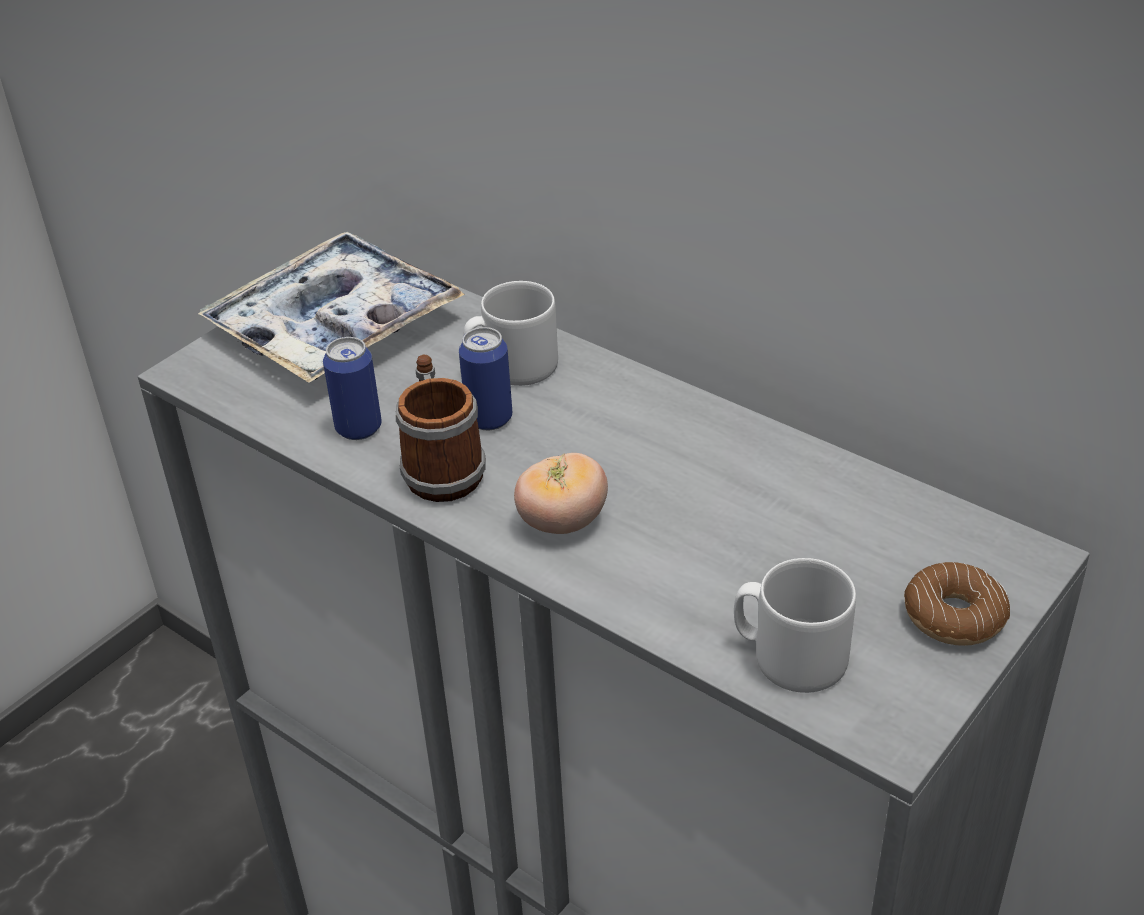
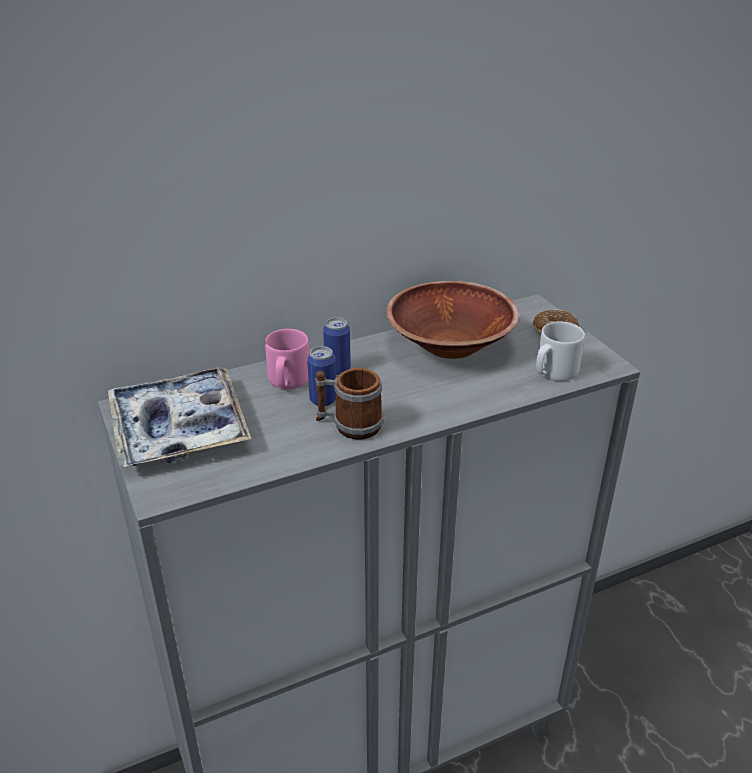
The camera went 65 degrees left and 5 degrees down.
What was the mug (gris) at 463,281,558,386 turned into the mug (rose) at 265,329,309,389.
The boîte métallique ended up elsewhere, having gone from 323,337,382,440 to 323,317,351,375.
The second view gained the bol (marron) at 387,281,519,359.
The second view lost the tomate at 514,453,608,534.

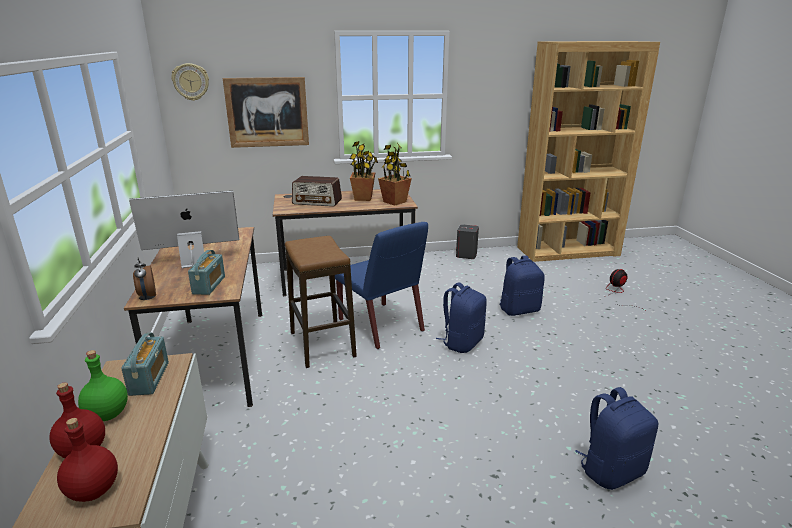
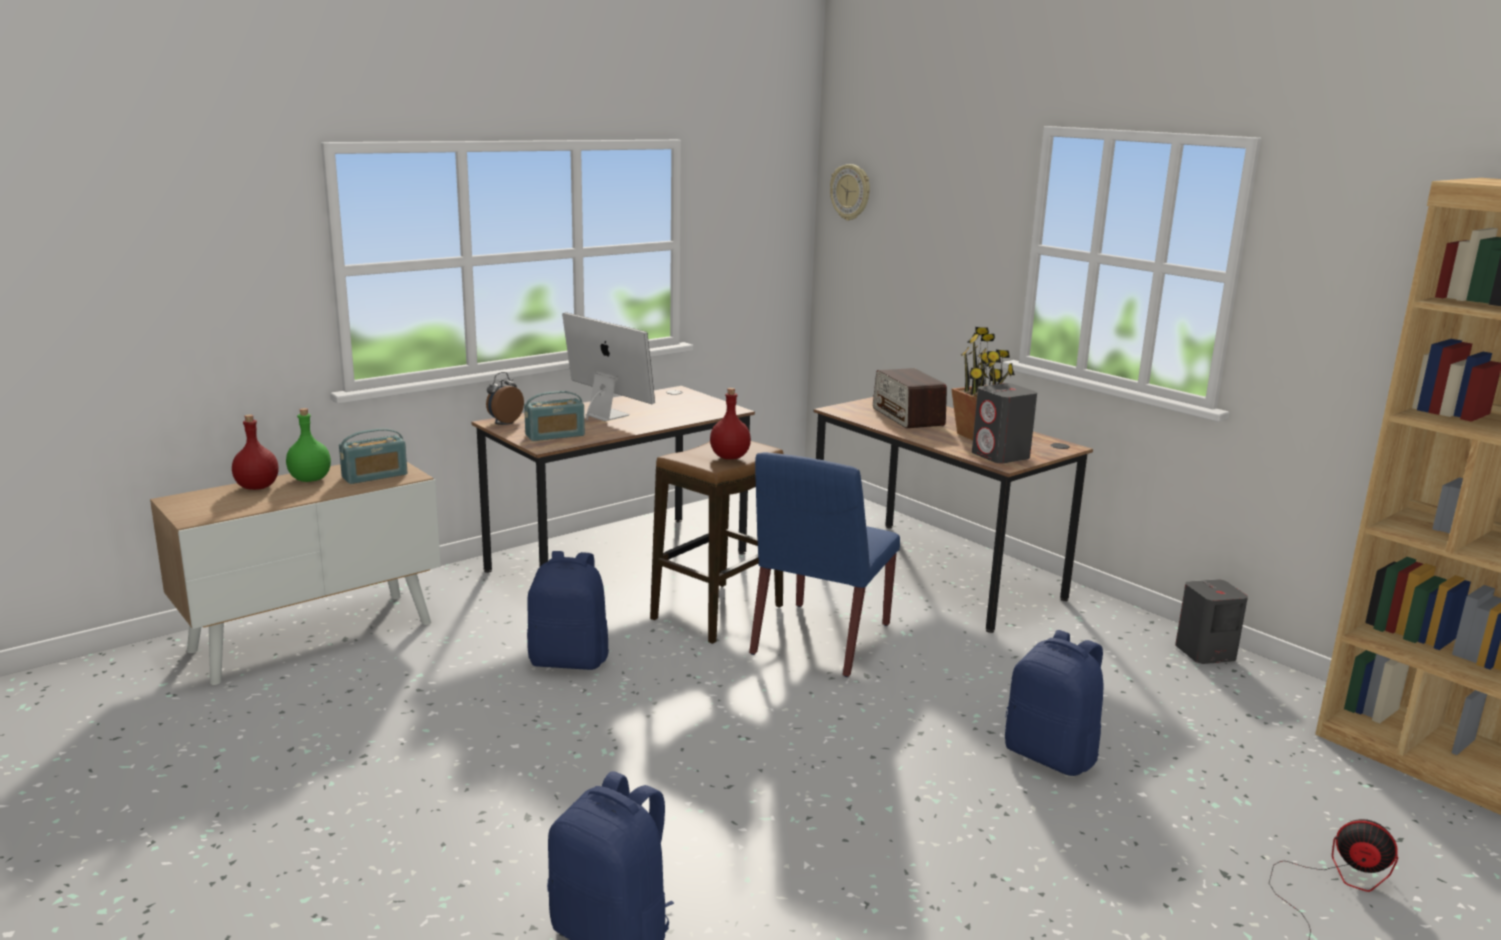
The camera went 60 degrees right and 5 degrees down.
The sac à dos (bleu) ended up elsewhere, having gone from 436,282,487,353 to 527,551,609,670.
The bouteille (rouge) ended up elsewhere, having gone from 57,418,118,502 to 710,388,751,459.
Where the plante en pot stood at 378,143,412,205, the enceinte (gris) came to stand at 972,383,1037,464.
The second view lost the tableau at 223,77,309,148.

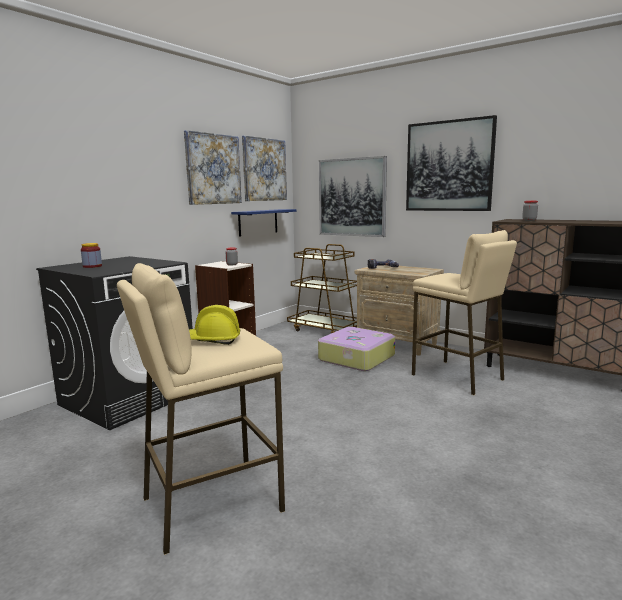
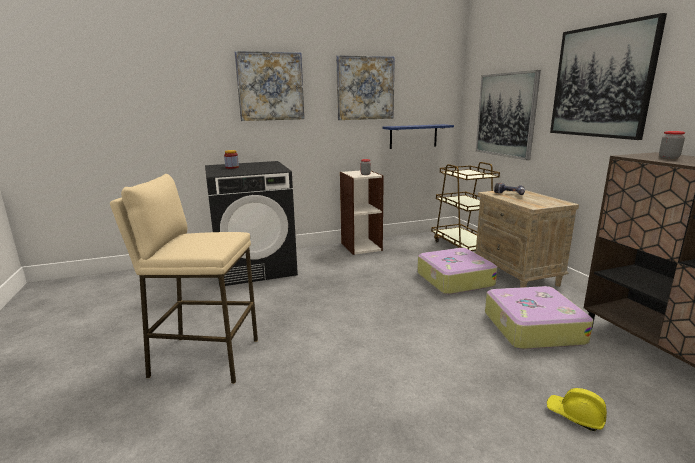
The camera went 35 degrees right and 5 degrees up.
The tableau ended up elsewhere, having gone from 242,136,287,201 to 235,51,304,121.
Where the tabouret (beige) stood at 412,230,517,395, the valise came to stand at 485,286,593,349.
The casque de chantier (jaune) ended up elsewhere, having gone from 189,305,240,345 to 547,388,607,431.

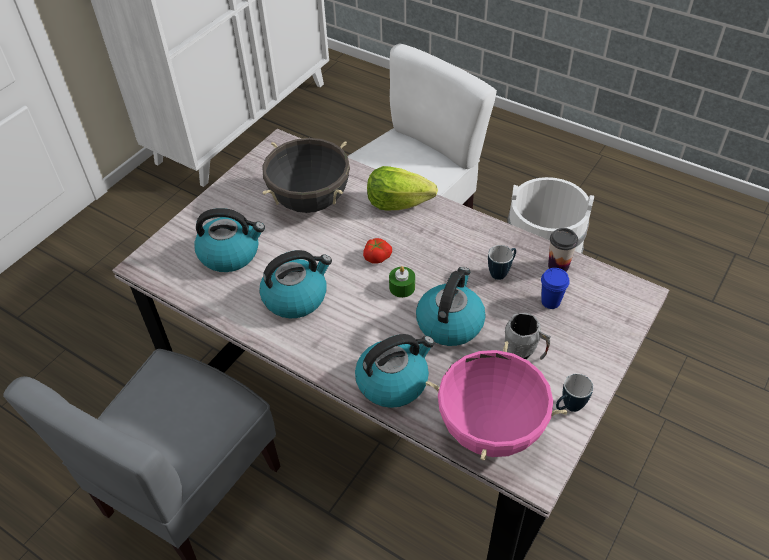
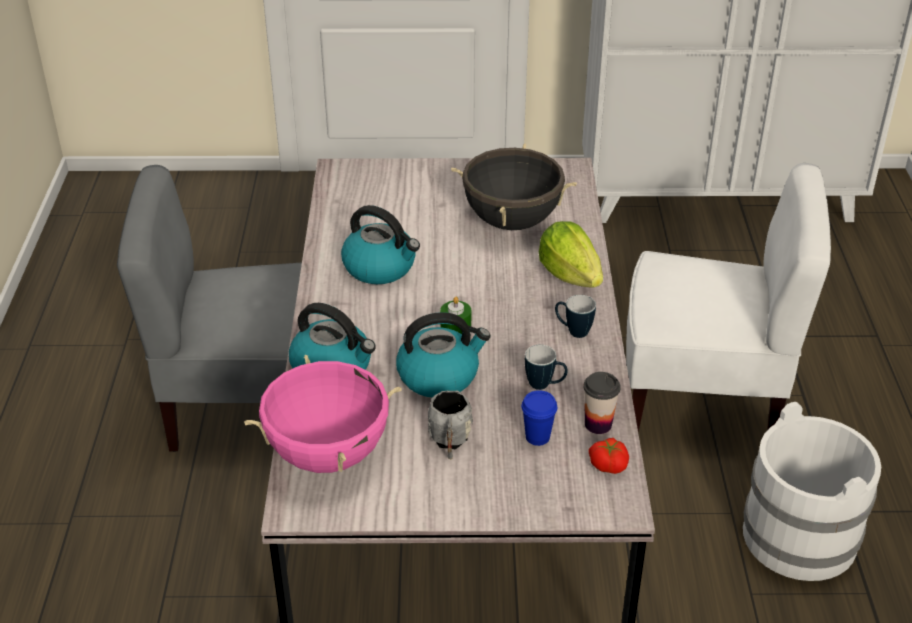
The camera went 55 degrees right and 10 degrees down.
The mug ended up elsewhere, having gone from 556,374,593,412 to 555,295,596,338.
The tomate ended up elsewhere, having gone from 363,238,392,264 to 588,438,629,474.
The second view lost the bouilloire at 194,208,265,272.

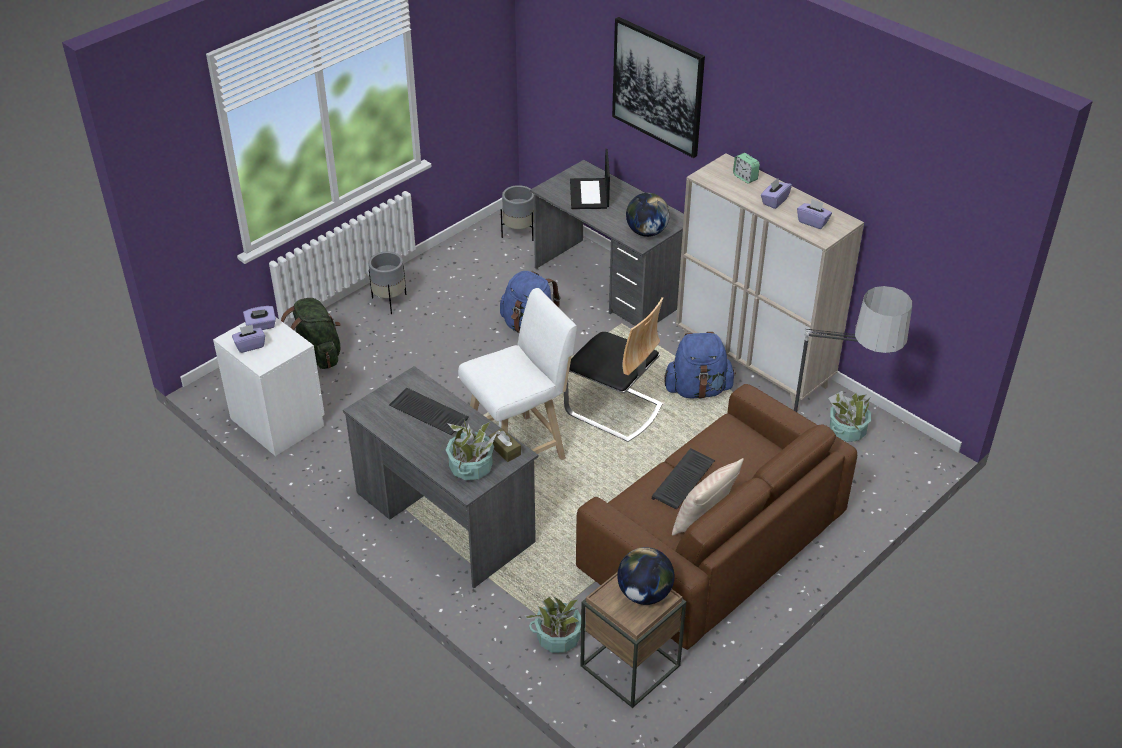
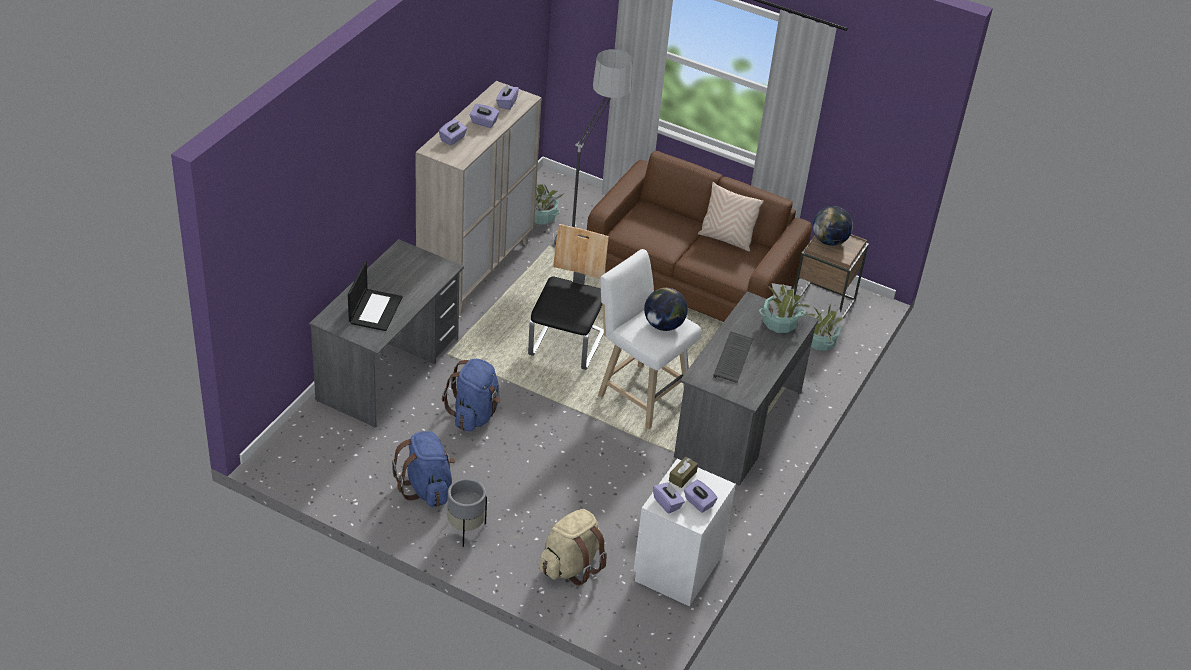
The camera went 110 degrees left and 0 degrees up.
The ordinateur portable at 570,149,610,209 ended up facing another way, 60 degrees counterclockwise from before.
The sac à dos (bleu) ended up elsewhere, having gone from 664,332,736,399 to 392,431,455,507.
Where the réveil stood at 733,153,760,183, the boîte à mouchoirs (violet) came to stand at 439,119,467,145.
What was the sac à dos (vert) at 281,298,341,369 turned into the sac à dos (beige) at 540,509,607,586.
The globe ended up elsewhere, having gone from 626,193,670,237 to 644,288,688,331.
The boîte à mouchoirs (marron) ended up elsewhere, having gone from 489,428,521,462 to 669,457,698,488.
The second view lost the cache-pot (gris) at 501,185,534,241.
The second view lost the tableau at 612,17,705,158.
The second view lost the clavier at 652,448,715,510.

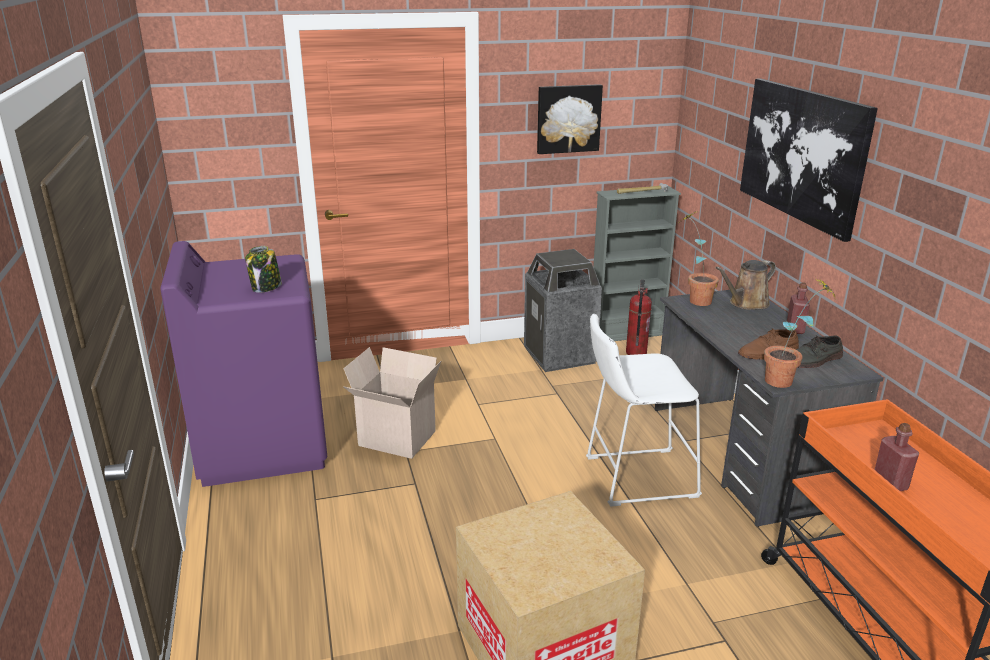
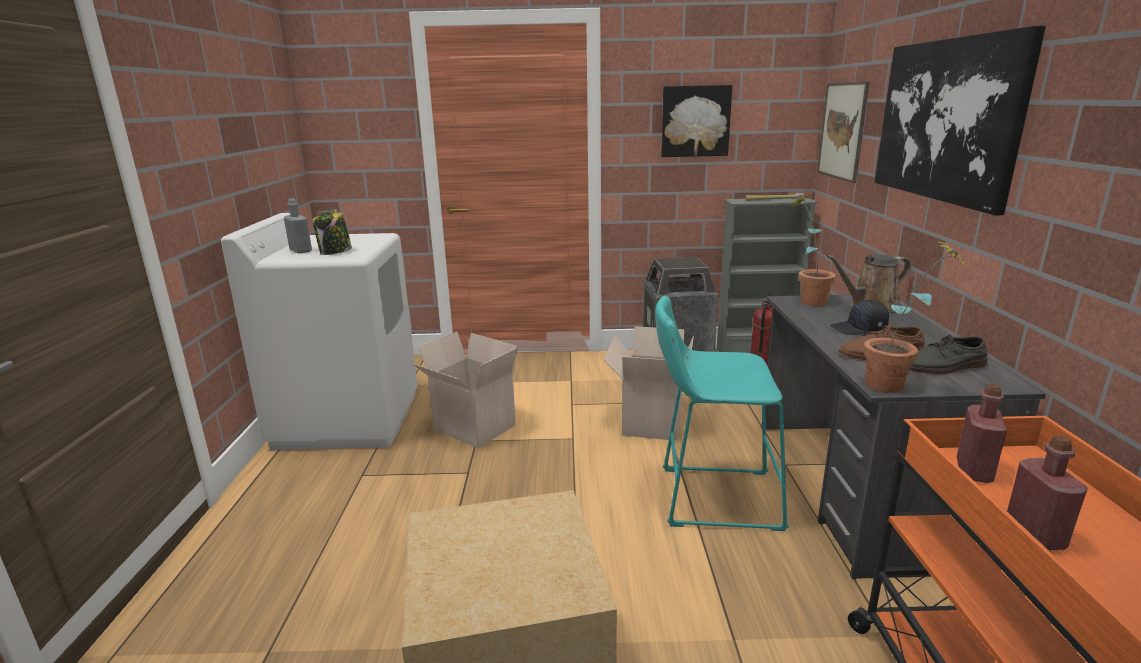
The camera went 15 degrees right and 5 degrees down.
What was the lave-linge (violet) at 160,241,327,487 turned into the lave-linge (blanc) at 221,213,418,450.
The second view gained the bouteille (gris) at 284,198,312,253.
The second view gained the carton at 604,326,694,441.
What was the tabouret (blanc) at 586,314,702,507 turned into the tabouret (turquoise) at 655,296,789,531.
The second view gained the tableau at 817,81,870,183.
The second view gained the casquette (noir) at 830,300,889,335.
The bouteille (rouge) ended up elsewhere, having gone from 787,282,810,334 to 957,383,1007,483.

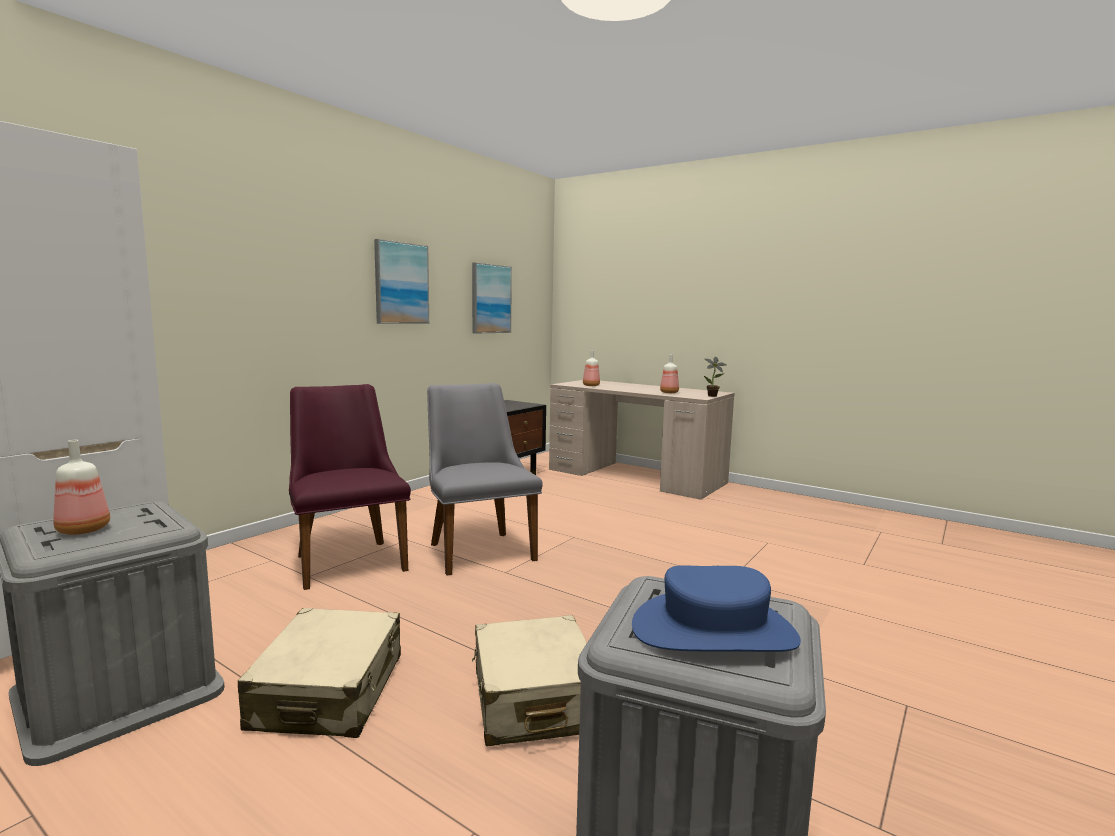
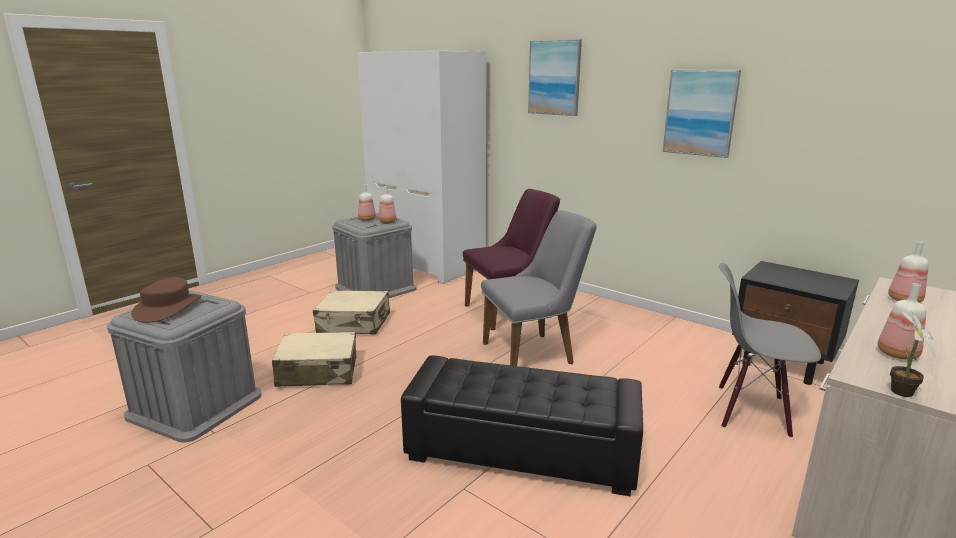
The camera went 95 degrees right and 10 degrees up.
What was the chapeau (bleu) at 632,565,801,652 turned into the chapeau (marron) at 131,277,201,323.
The second view gained the bouteille at 379,186,396,223.
The second view gained the pouf (noir) at 401,356,643,496.
The tableau ended up elsewhere, having gone from 472,262,512,333 to 528,39,582,116.
The second view gained the chaise (gris) at 719,263,821,438.

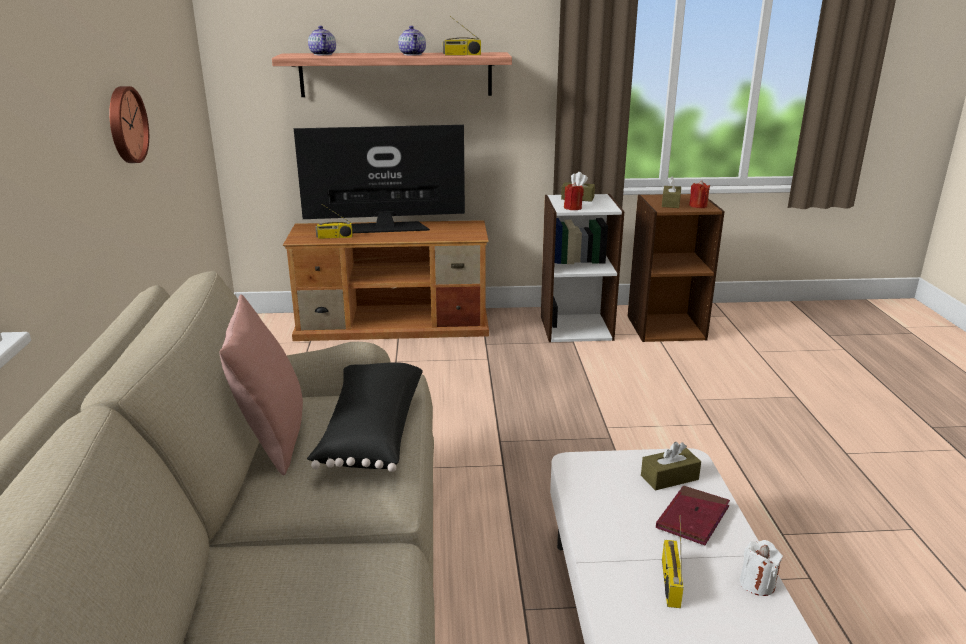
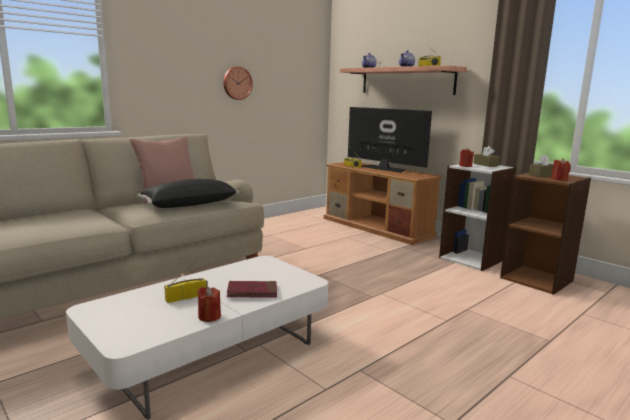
The camera went 50 degrees right and 10 degrees down.
What was the bougie (blanc) at 740,540,783,596 turned into the bougie (rouge) at 197,287,221,322.
The second view lost the boîte à mouchoirs (marron) at 641,442,701,490.

